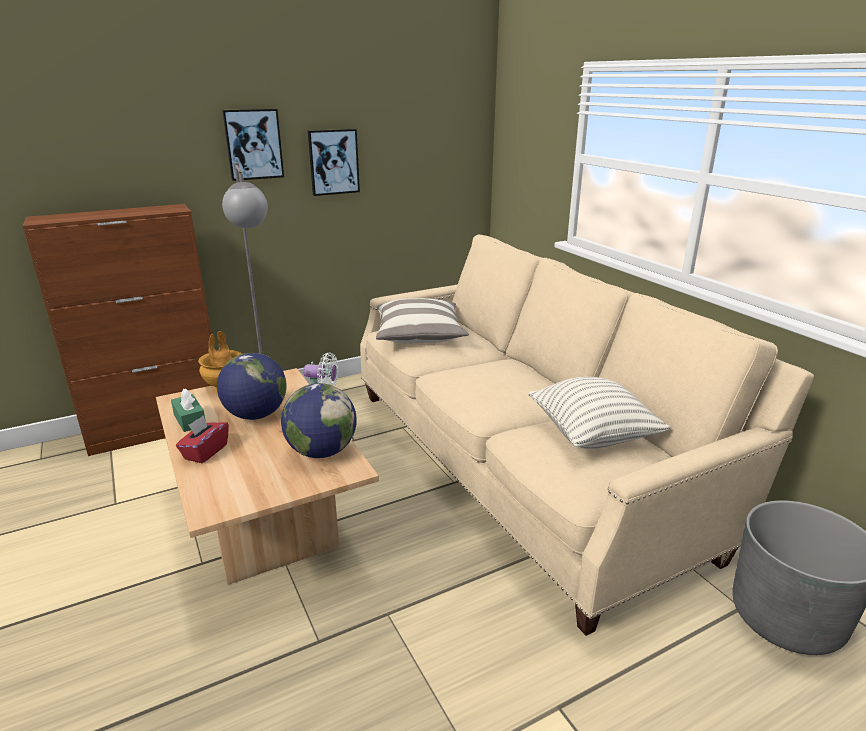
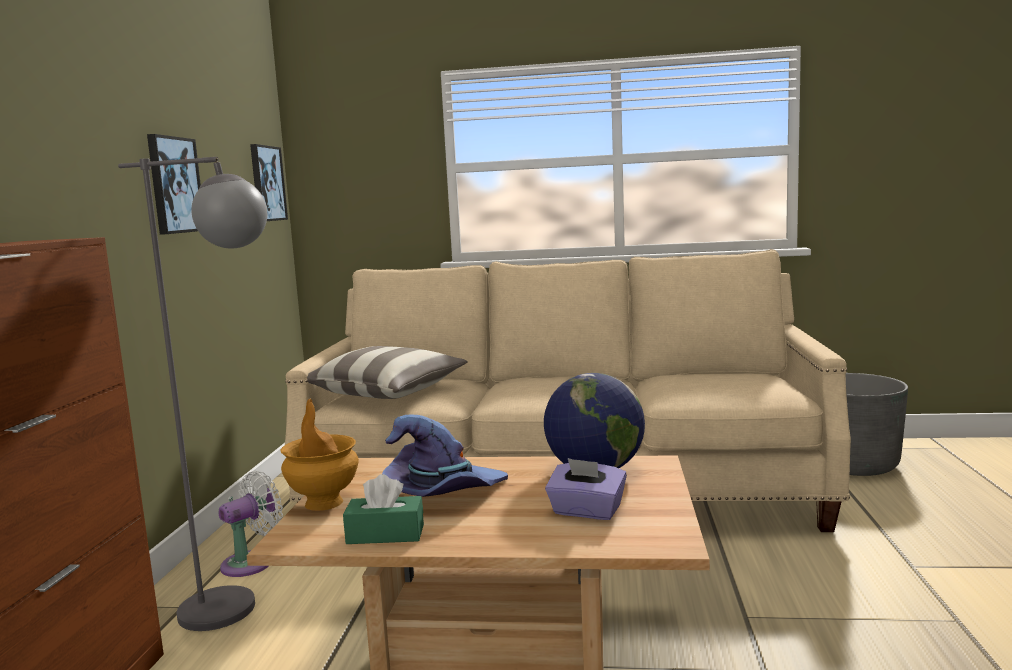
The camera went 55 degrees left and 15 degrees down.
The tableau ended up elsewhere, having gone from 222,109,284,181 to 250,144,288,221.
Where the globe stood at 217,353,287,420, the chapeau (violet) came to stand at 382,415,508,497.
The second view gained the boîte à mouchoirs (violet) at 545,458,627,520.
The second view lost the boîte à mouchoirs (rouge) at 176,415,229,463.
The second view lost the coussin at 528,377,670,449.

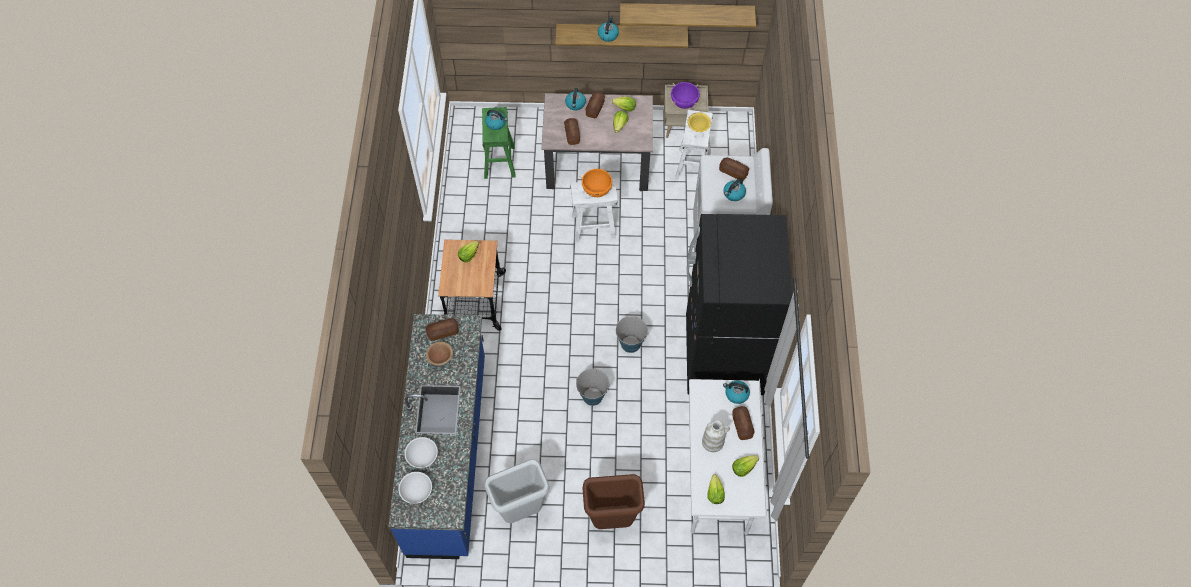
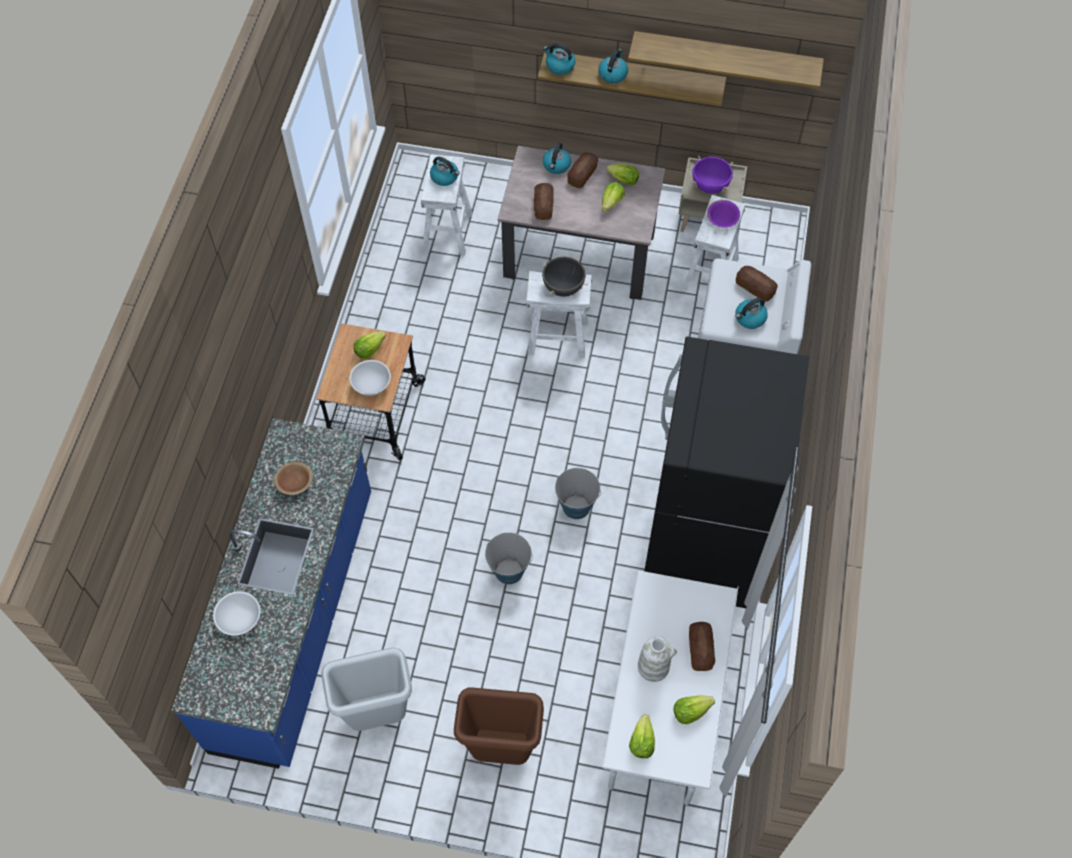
The camera went 10 degrees right and 0 degrees up.
The bol (blanc) ended up elsewhere, having gone from 398,472,432,504 to 350,360,391,396.
What was the tabouret (vert) at 482,107,516,179 turned into the tabouret (blanc) at 421,154,472,256.
What was the marmite (orange) at 579,167,615,198 turned into the marmite (noir) at 540,255,588,297.
The bouilloire ended up elsewhere, having gone from 723,380,750,404 to 543,43,576,75.
What was the bol (jaune) at 688,112,711,132 turned into the bol (violet) at 707,200,740,228.
The second view lost the pain at 426,318,459,341.

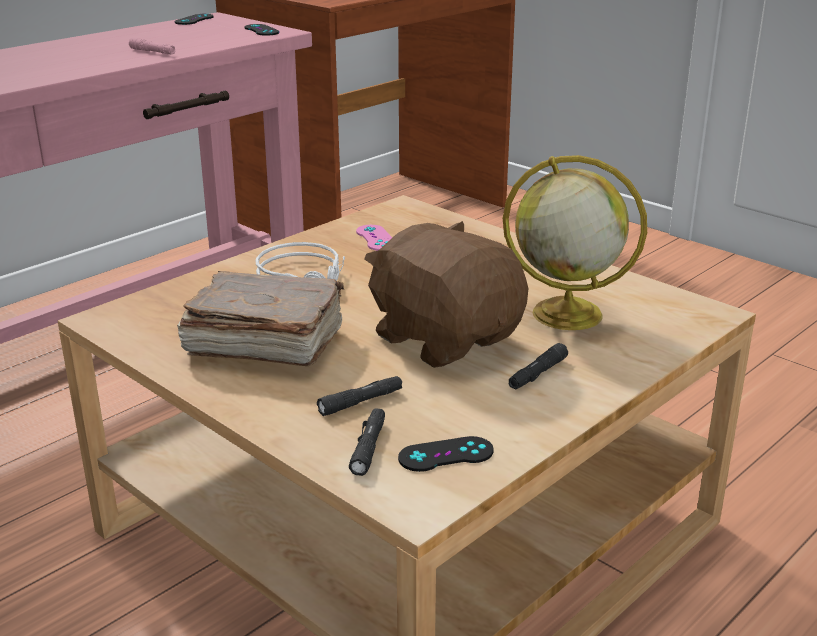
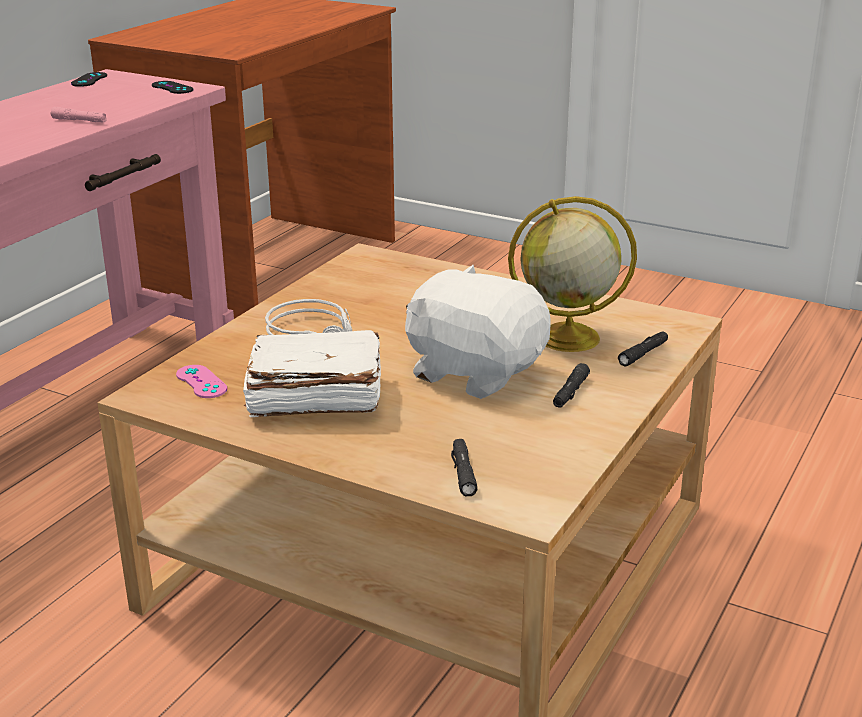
The camera went 15 degrees left and 0 degrees up.
The manette (rose) ended up elsewhere, having gone from 356,225,392,251 to 176,365,227,398.
What was the livre (marron) at 177,271,344,366 turned into the livre (blanc) at 243,330,381,417.
What was the peluche (marron) at 364,221,529,368 turned into the peluche (blanc) at 405,265,551,399.
The lampe de poche (noir) ended up elsewhere, having gone from 317,376,402,416 to 618,331,668,367.
The second view lost the manette (noir) at 398,436,494,472.

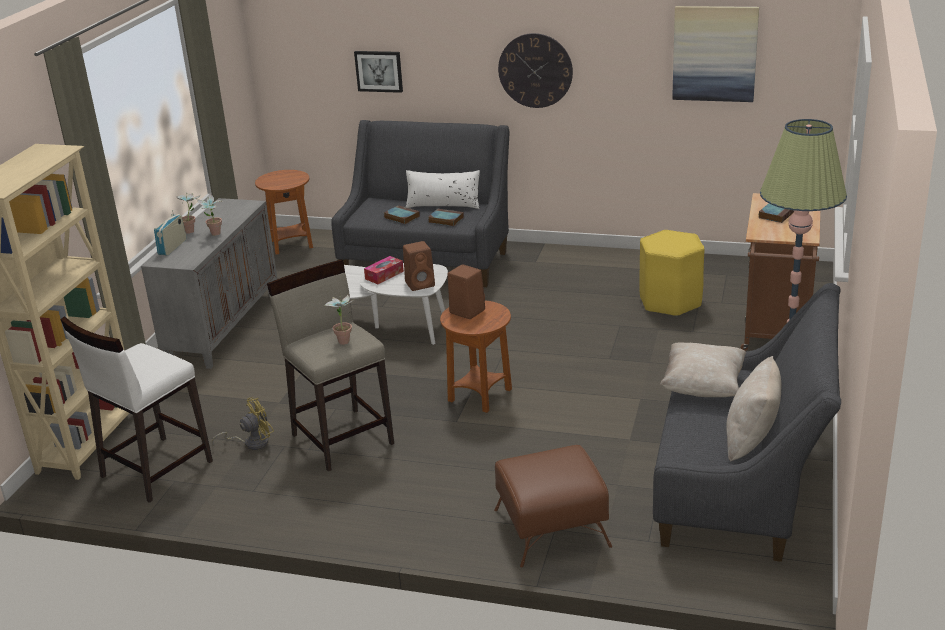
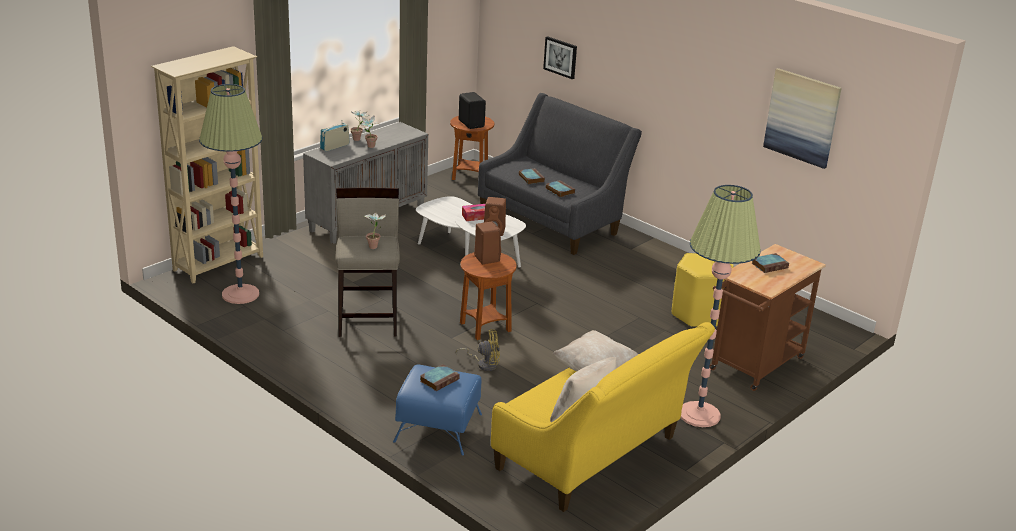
The camera went 25 degrees right and 0 degrees up.
Where the tabouret (blanc) stood at 60,316,213,503, the lampadaire came to stand at 199,84,262,304.
What was the pouf (marron) at 494,445,612,567 turned into the pouf (bleu) at 393,365,482,455.
The second view gained the livre at 420,364,460,391.
The ventilateur (jaune) ended up elsewhere, having gone from 212,397,274,450 to 456,329,500,371.
The second view gained the enceinte (noir) at 459,92,486,129.
What was the canapé (gris) at 653,283,841,562 turned into the canapé (jaune) at 491,322,715,512.
The second view lost the coussin (blanc) at 406,170,480,209.
The second view lost the horloge murale at 498,33,573,108.

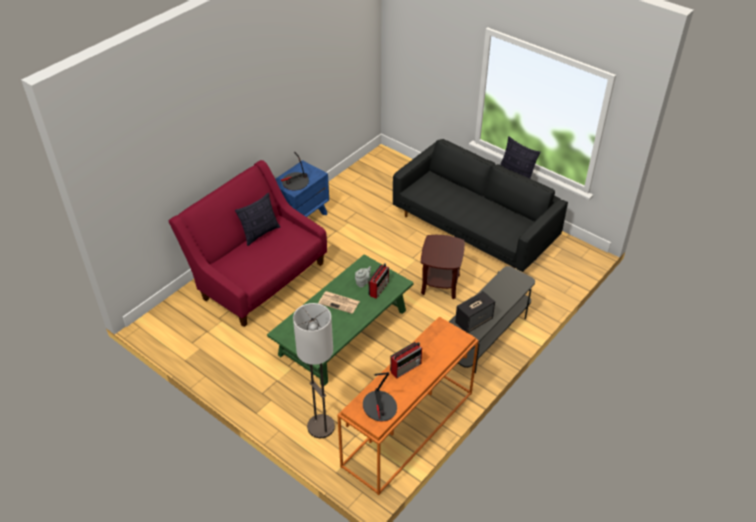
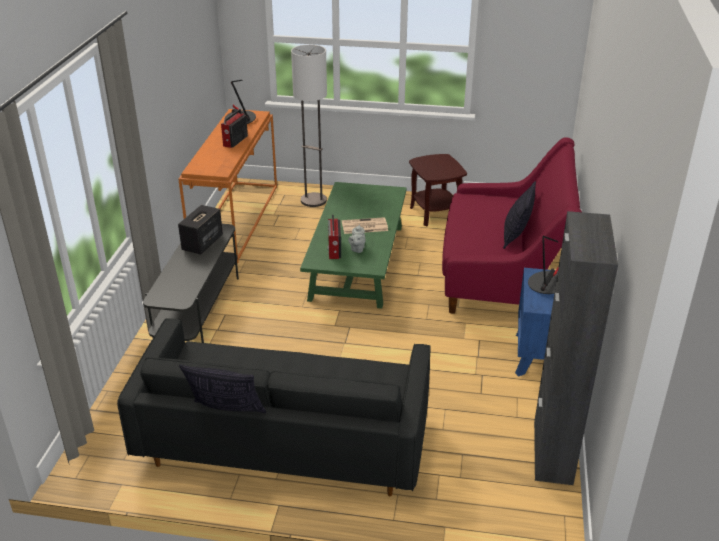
The camera went 150 degrees right and 10 degrees down.
The table d'appoint (marron) ended up elsewhere, having gone from 421,235,465,299 to 409,154,467,226.
The second view gained the meuble de rangement (noir) at 534,211,618,485.

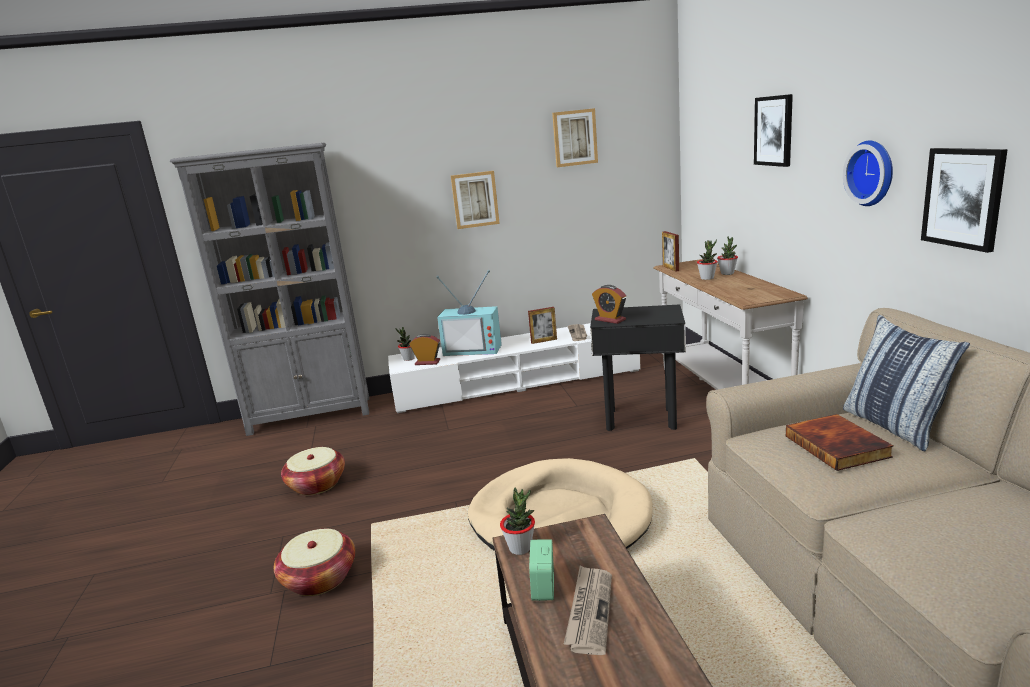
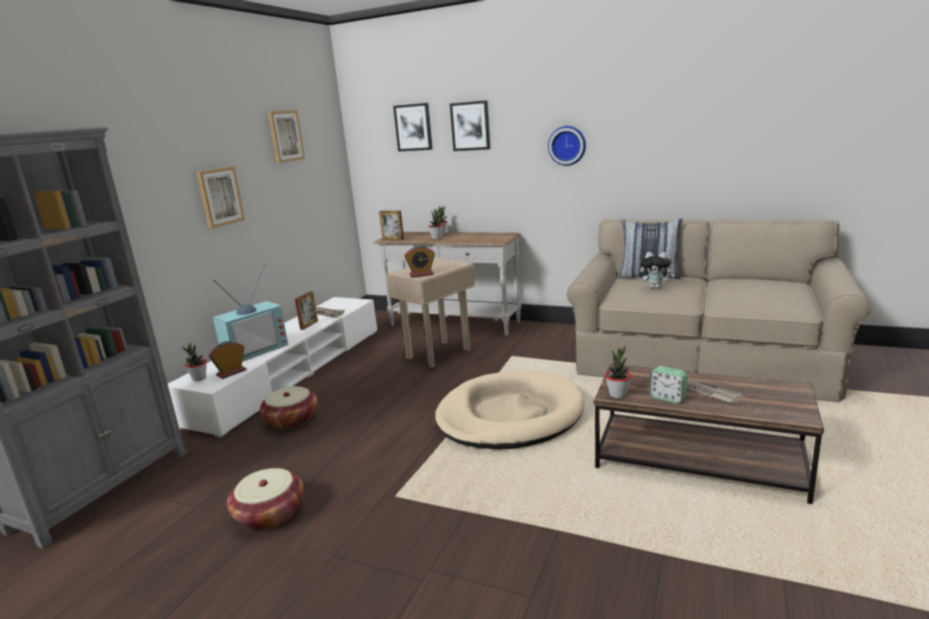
The camera went 55 degrees left and 0 degrees up.
The panier ended up elsewhere, having gone from 274,529,355,596 to 260,386,317,429.
What was the table d'appoint (noir) at 590,304,686,431 turned into the table d'appoint (beige) at 387,258,475,367.
The tableau ended up elsewhere, having gone from 921,148,1008,253 to 393,103,432,152.
Where the livre stood at 786,414,894,471, the peluche came to stand at 640,252,676,289.

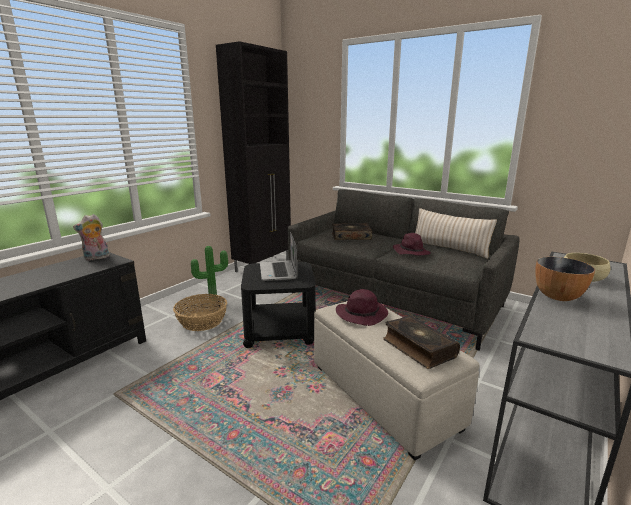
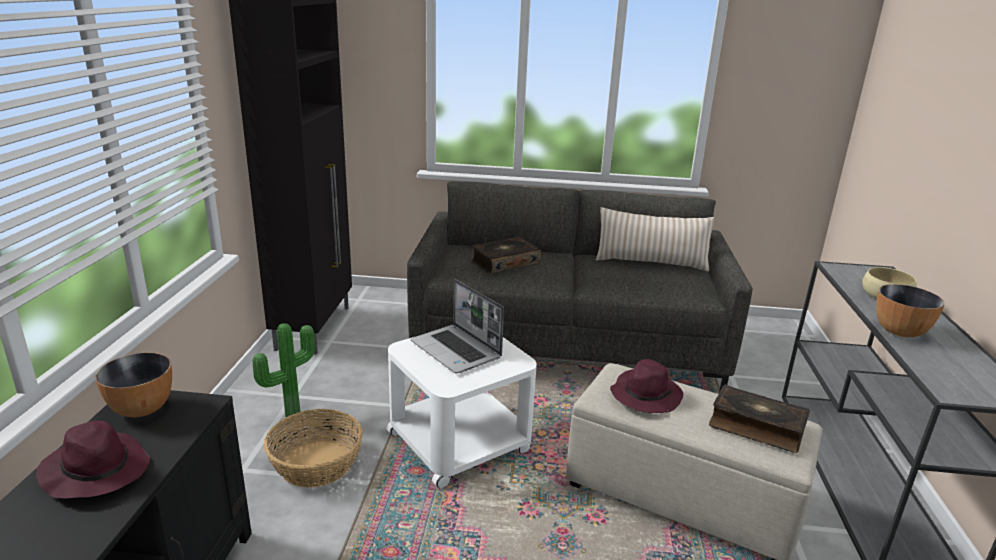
The camera went 30 degrees left and 5 degrees up.
The chapeau (violet) ended up elsewhere, having gone from 393,233,431,255 to 36,421,150,499.
Where the peluche stood at 73,214,110,261, the bol came to stand at 95,353,172,417.
What was the table d'appoint (noir) at 241,262,316,348 turned into the table d'appoint (blanc) at 387,337,537,488.

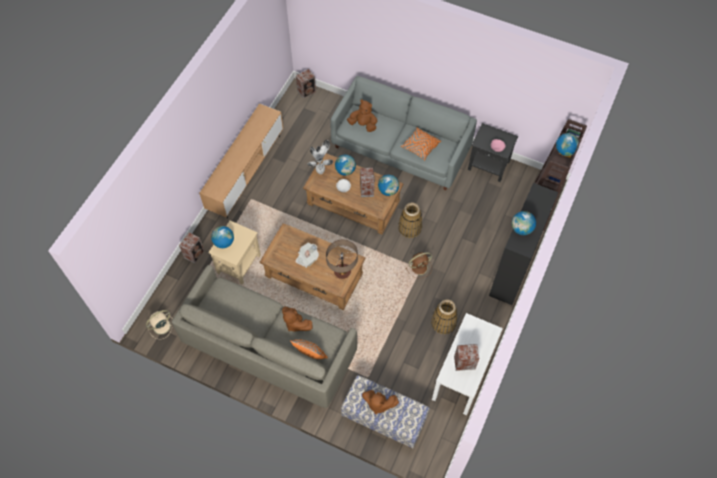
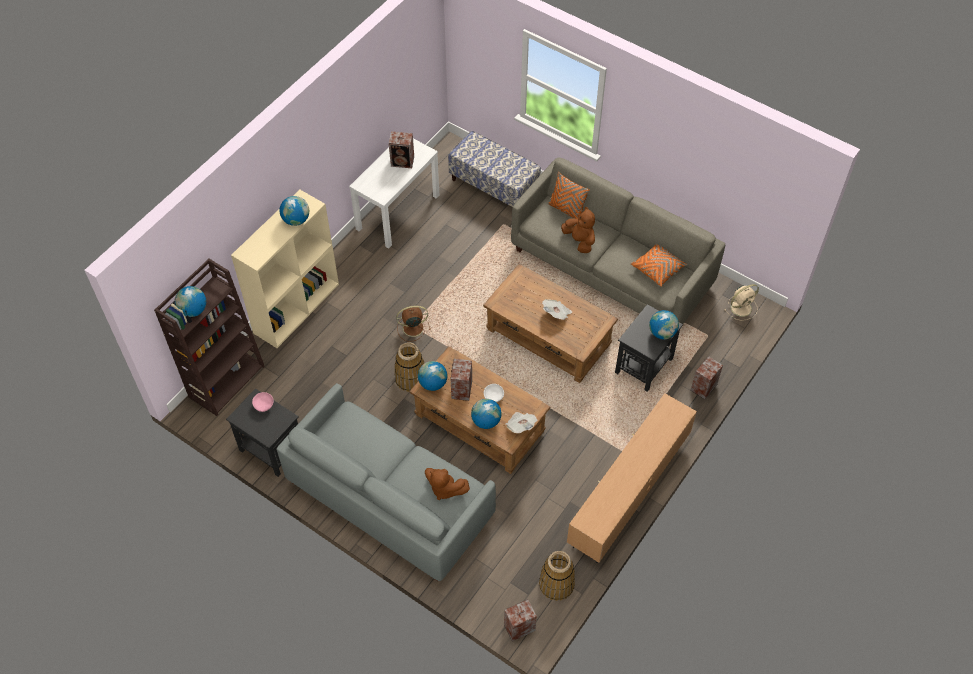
The camera went 170 degrees left and 5 degrees down.
What was the bibliothèque (noir) at 489,183,559,305 turned into the bibliothèque (beige) at 231,190,339,348.
Where the plante en pot stood at 307,140,333,174, the journal came to stand at 505,412,538,433.
The panier ended up elsewhere, having gone from 431,299,457,335 to 539,551,575,601.
What was the table d'appoint (beige) at 208,220,261,285 turned into the table d'appoint (noir) at 615,304,683,392.
The coussin (orange) ended up elsewhere, having gone from 401,127,442,161 to 630,245,687,287.
The second view lost the lampe de table at 326,240,358,279.
The second view lost the peluche (marron) at 362,390,399,414.

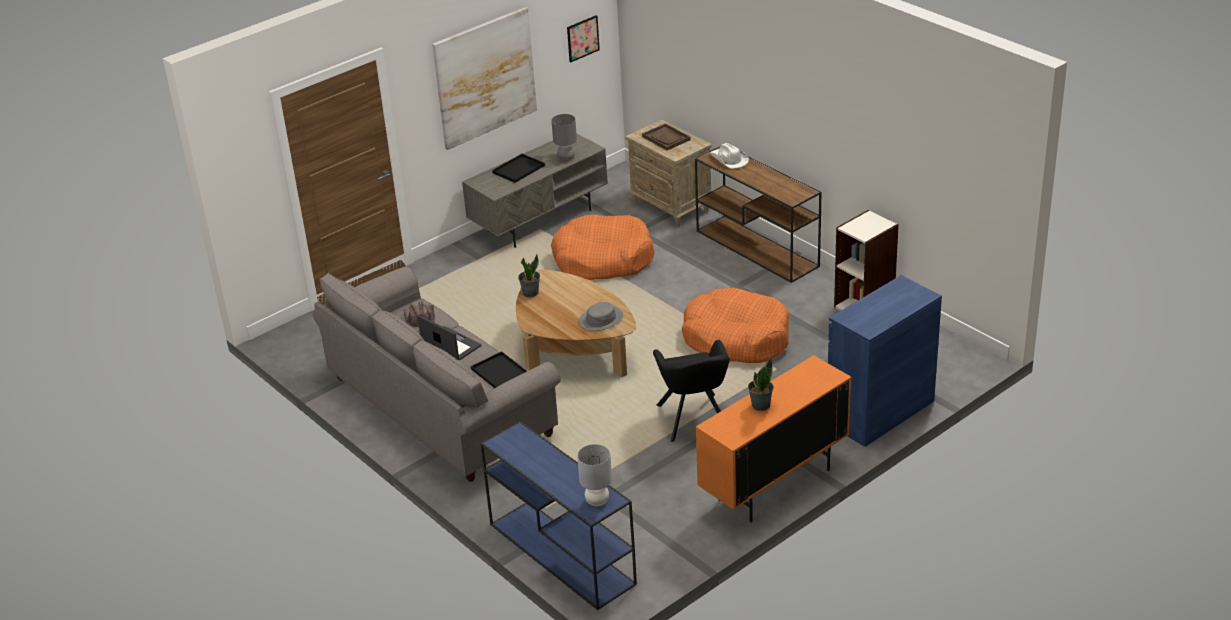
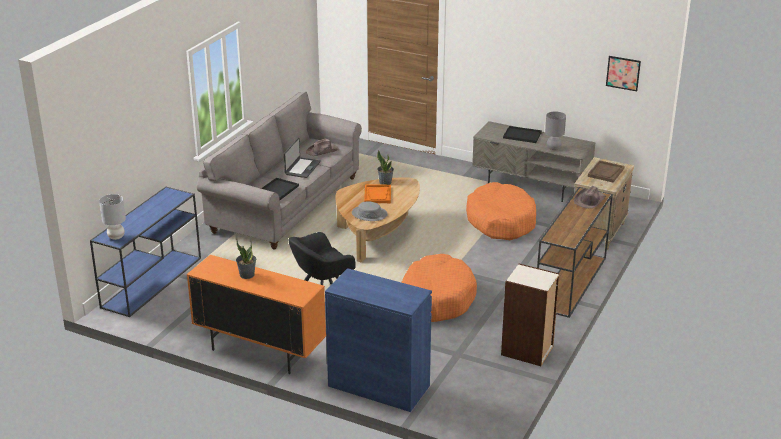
The camera went 65 degrees right and 5 degrees down.
The second view gained the plateau (orange) at 364,185,391,203.
What was the chapeau (blanc) at 710,143,749,169 turned into the chapeau (marron) at 574,186,606,208.
The second view lost the tableau at 432,7,537,150.

